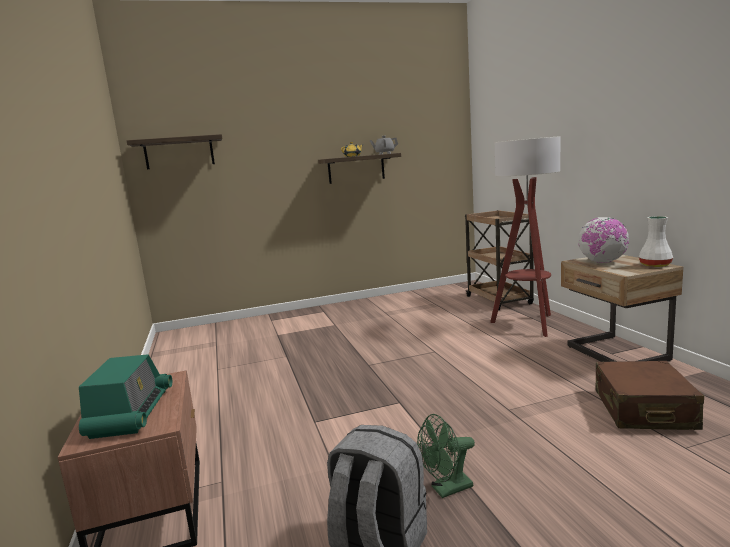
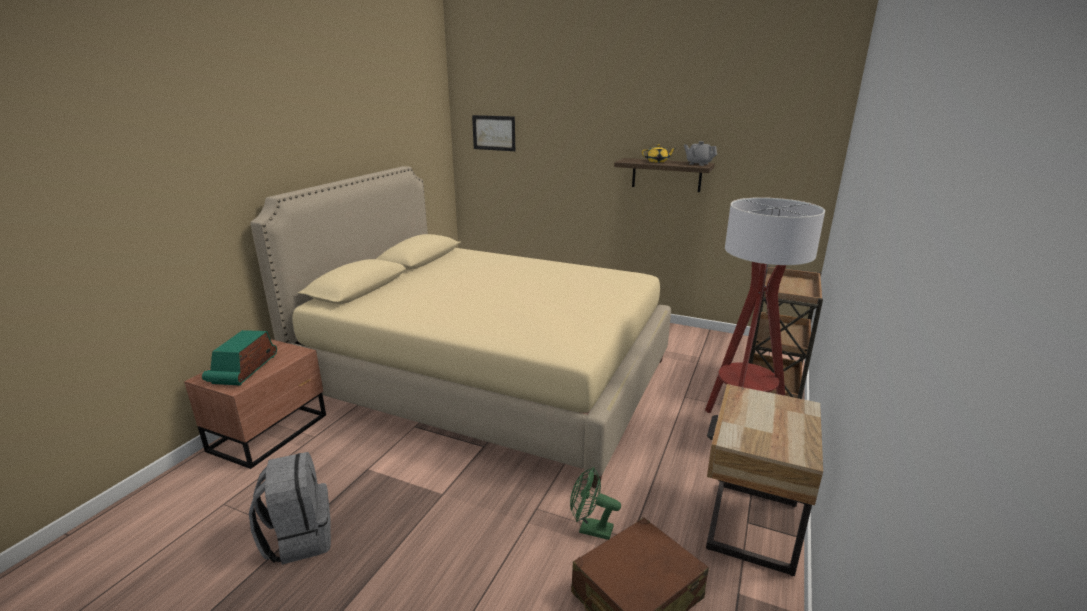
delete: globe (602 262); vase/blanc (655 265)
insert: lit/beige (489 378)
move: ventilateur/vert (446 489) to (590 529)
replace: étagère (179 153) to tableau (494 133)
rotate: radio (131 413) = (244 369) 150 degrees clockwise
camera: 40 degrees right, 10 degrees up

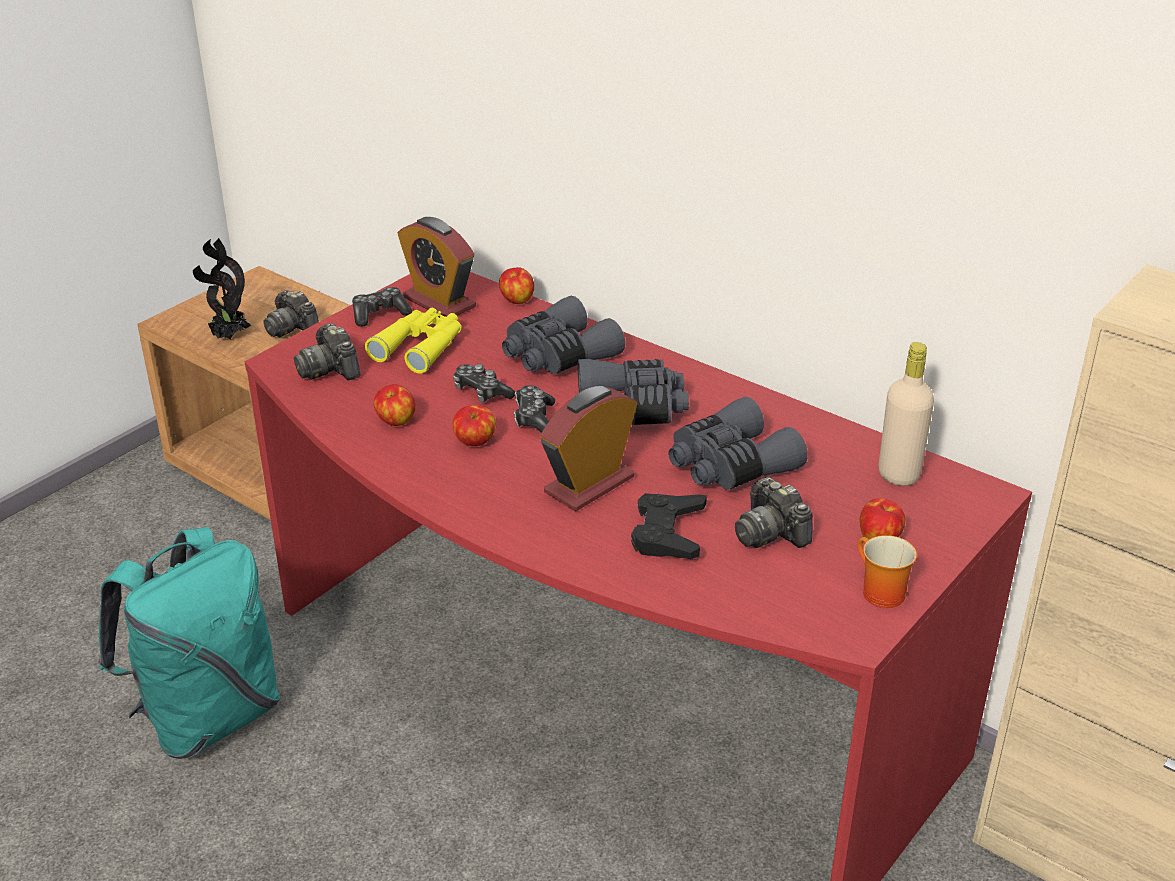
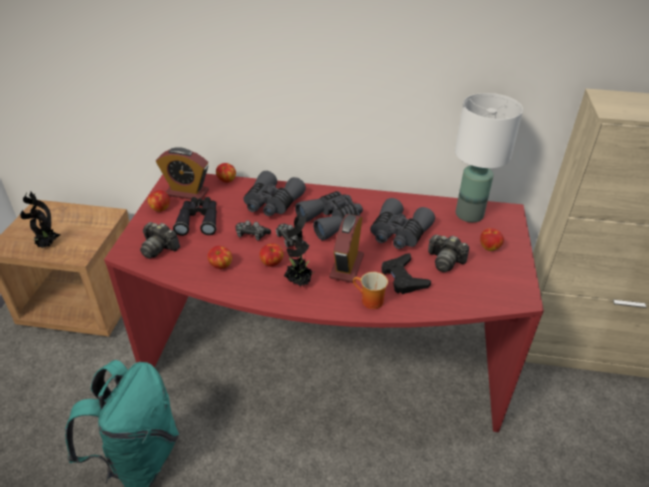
delete: appareil photo (292 328)
insert: plante en pot (299 282)
move: mug (877 592) to (369 301)
replace: manette (379 314) to pomme (160 208); bouteille/beige (898 474) to lampe de table/blanc (469 214)
recolor: jumelles/jaune (421 347) to jumelles/noir (198 220)
camera: 30 degrees left, 5 degrees up

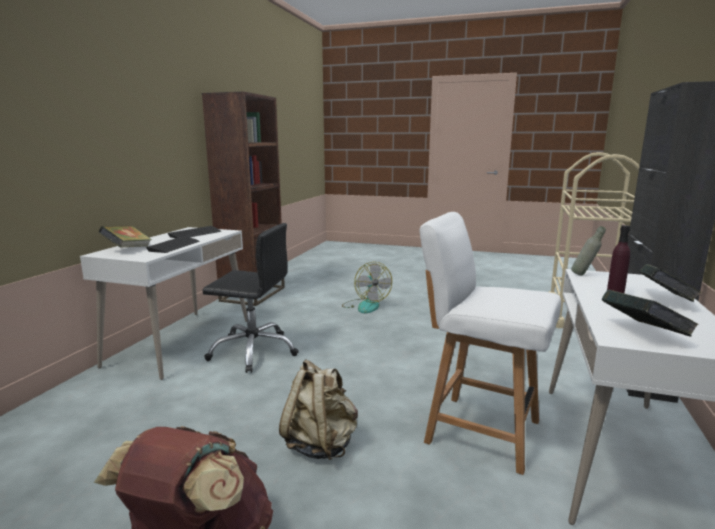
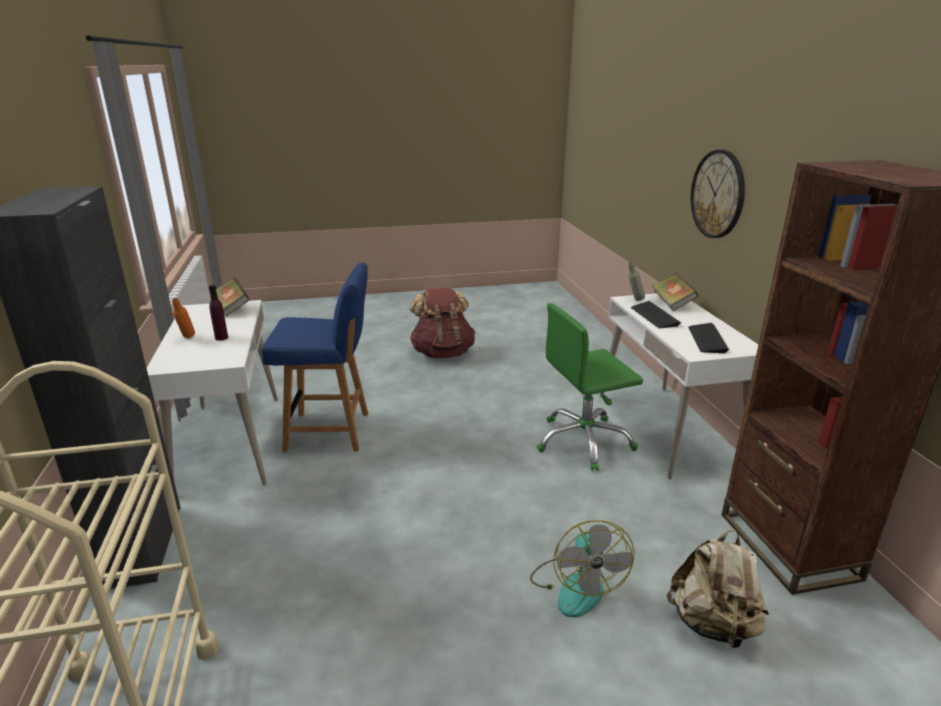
insert: horloge murale (718 194)
move: bouteille/gris (584 275) to (634 300); sac à dos/beige (320 444) to (713 625)
replace: livre (665 300) to bouteille/orange (187 338)
recolor: chaise/blanc (479 430) to chaise/bleu (330 432); chaise de bureau/noir (253 351) to chaise de bureau/vert (584 442)
rotate: ventilateur (365 305) = (576 586) 135 degrees counterclockwise
camera: 150 degrees right, 10 degrees up

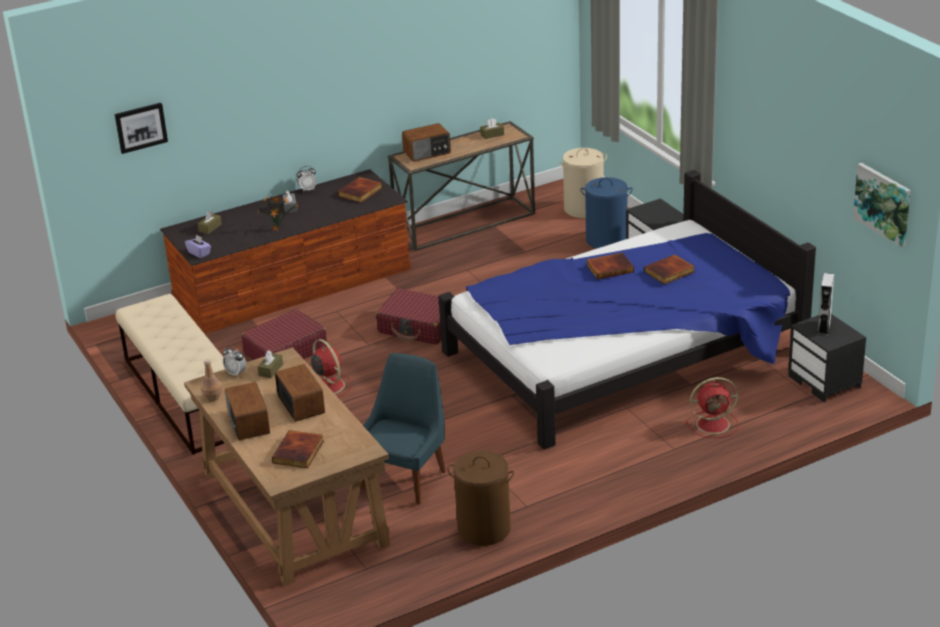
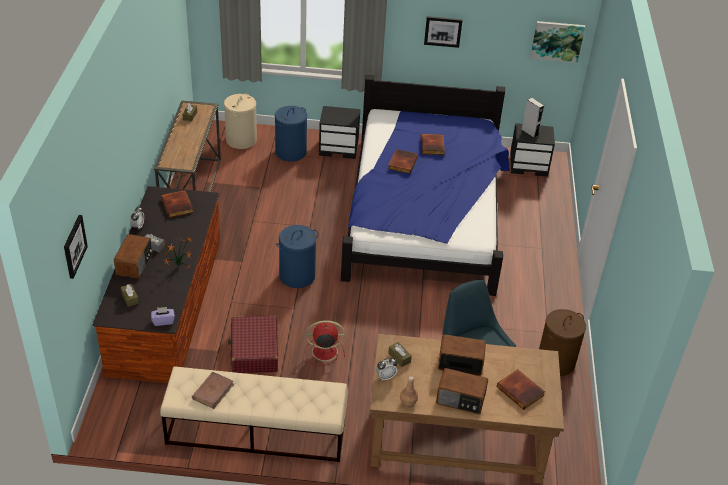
delete: ventilateur/rouge (714 424)
insert: livre/marron (213 391); tableau (443 31)
move: radio (427 153) to (135 264)
replace: valise/rouge (418 326) to panier à linge/bleu (297 276)
camera: 60 degrees left, 10 degrees up

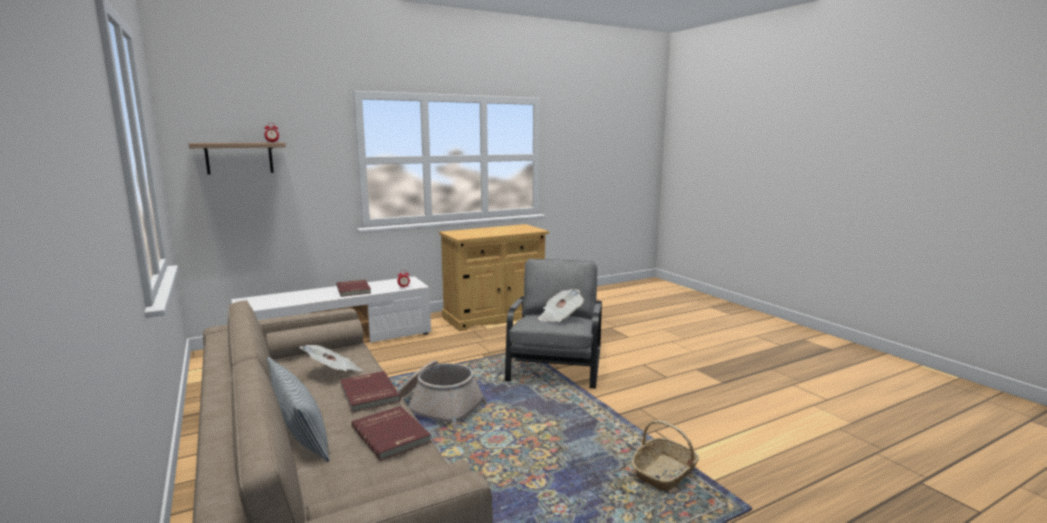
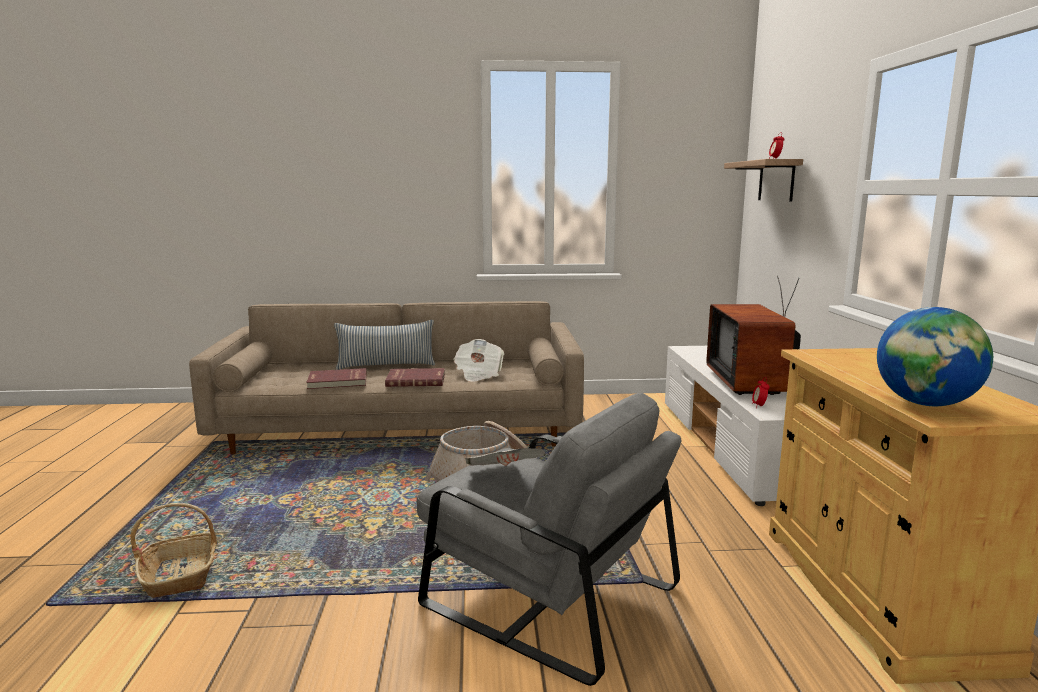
insert: globe (926 404)
replace: livre/rouge (354 289) to téléviseur (752 383)
camera: 115 degrees right, 0 degrees up

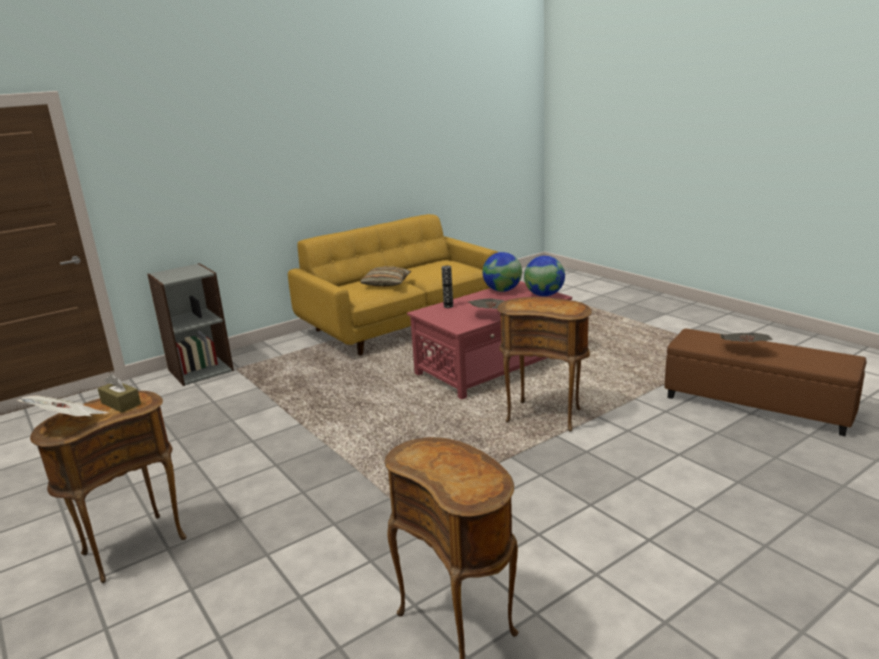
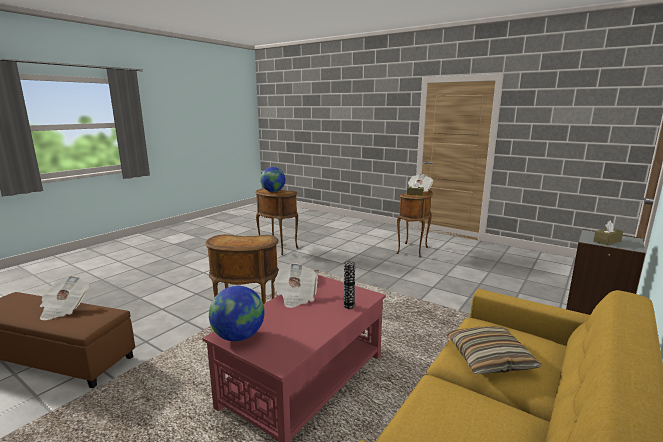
insert: boîte à mouchoirs/marron (607 241)
move: globe (502 290) to (273 191)
camera: 160 degrees right, 5 degrees down

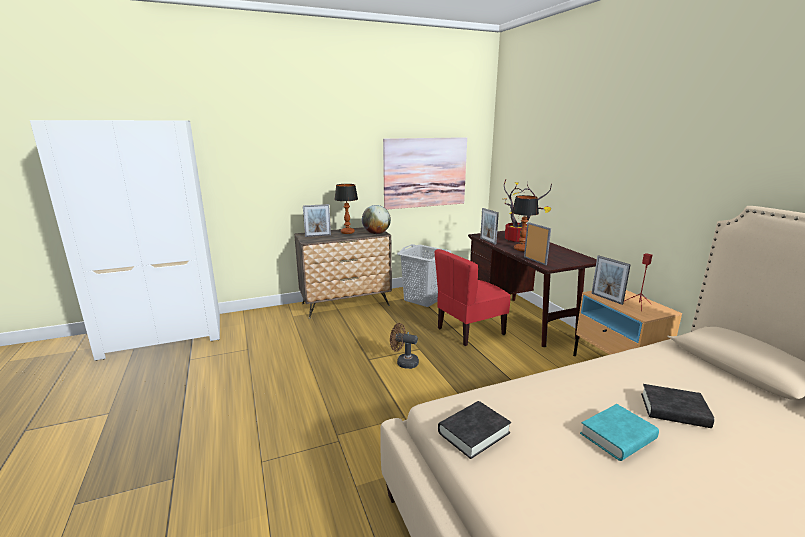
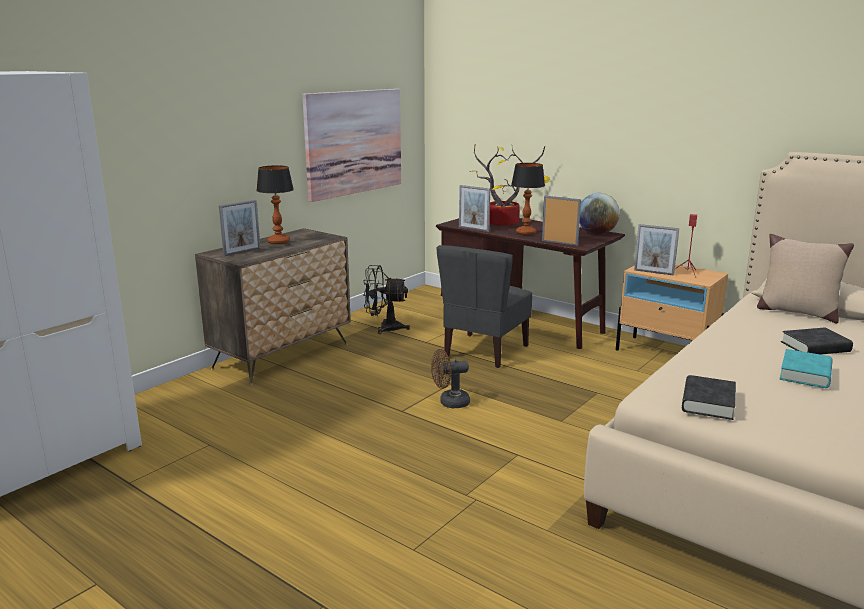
insert: coussin/beige (796 312)
move: globe (376 233) to (596 233)
replace: panier à linge/gris (423 299) to ventilateur/noir (384 328)
recolor: chaise/rouge (469 331) to chaise/gris (484 351)
camera: 30 degrees left, 0 degrees up

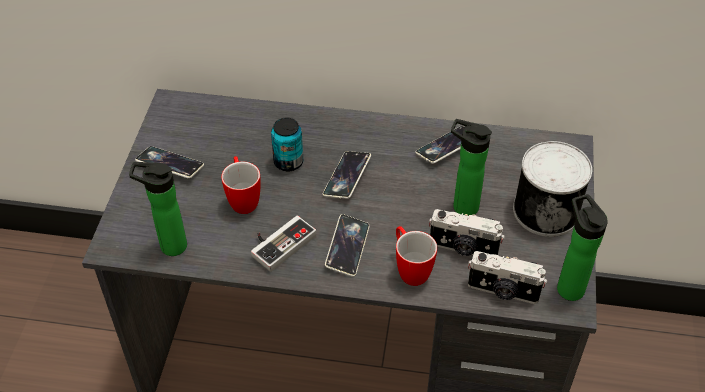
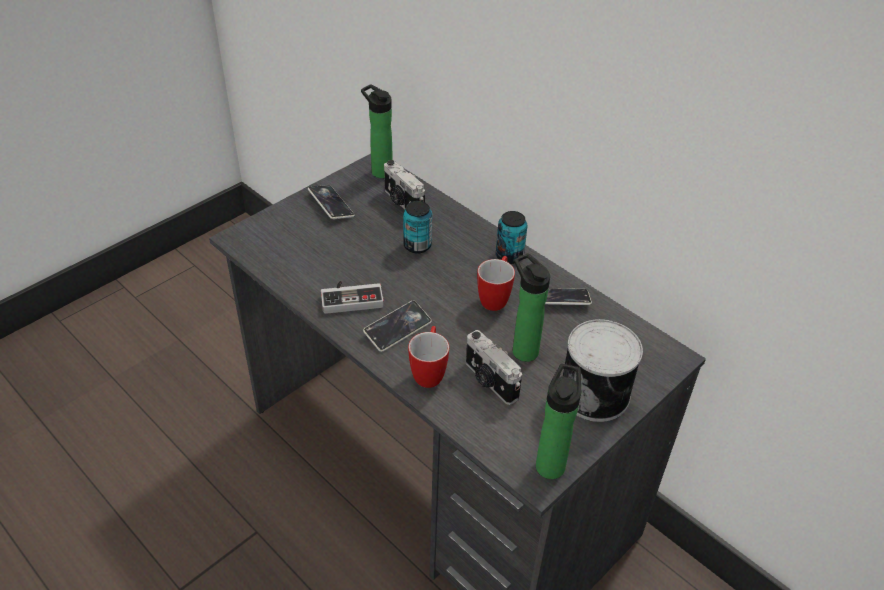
delete: téléphone (347 177)
insert: boîte métallique (509 256)
move: bouteille (169 245) to (379 171); appareil photo (503 291) to (402 203); mug (243 199) to (495 298)
camera: 35 degrees right, 5 degrees down

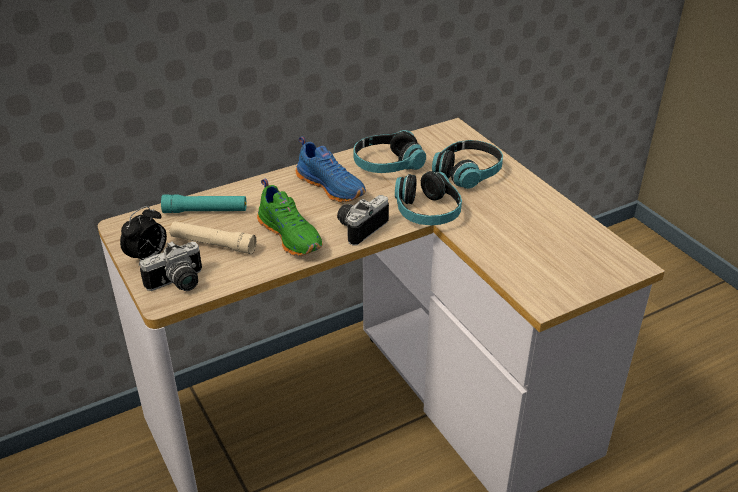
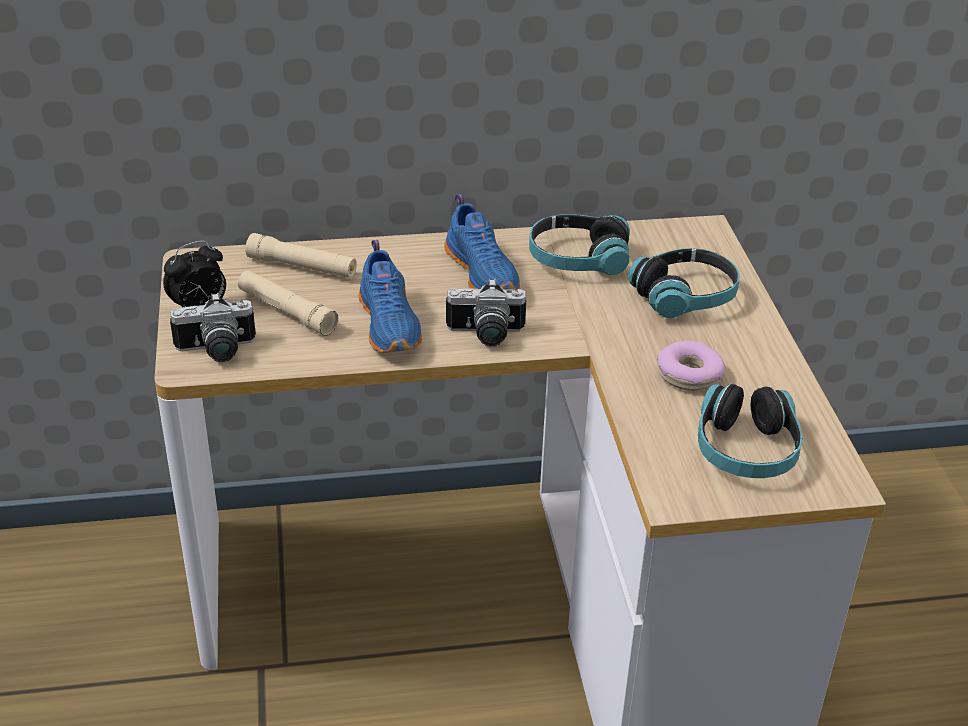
insert: beignet (689 375)
move: casque audio (427 211) to (745 450)
recolor: lampe de poche/turquoise (205 211) to lampe de poche/beige (302 267); chaussure/vert (291 235) to chaussure/bleu (390 324)
rotate: appareil photo (359 227) = (485 335) 150 degrees counterclockwise
camera: 20 degrees right, 0 degrees up

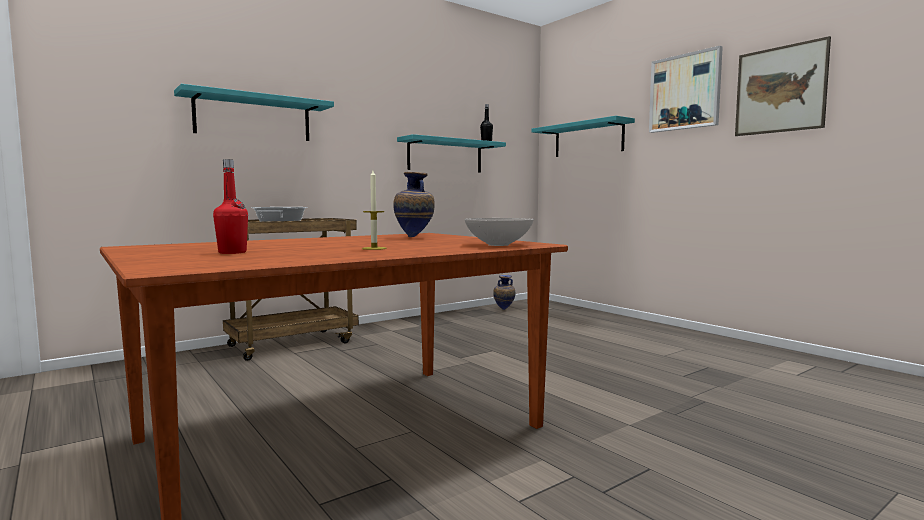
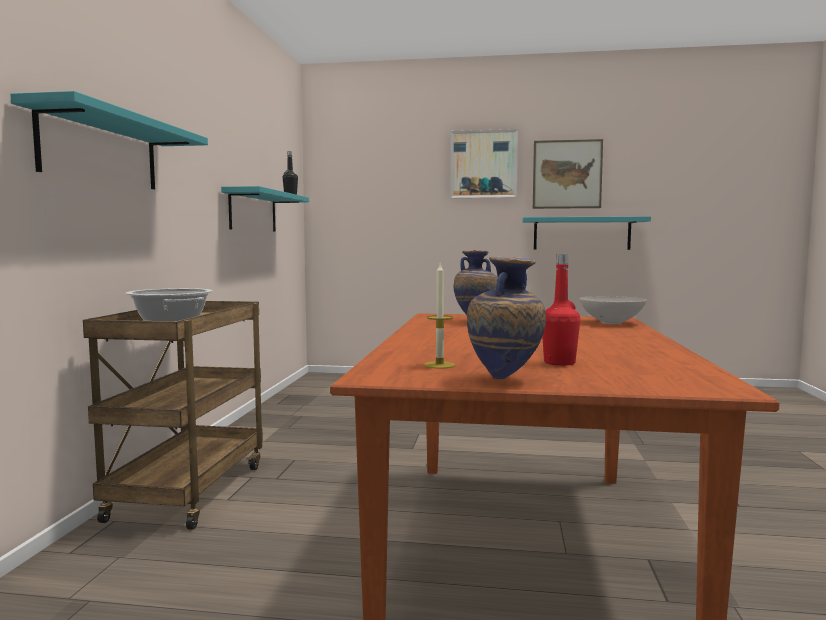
move: bougie (374 248) to (439 365); vase (504 310) to (505 380); étagère/turquoise (588 139) to (581 233)
camera: 45 degrees left, 0 degrees up

